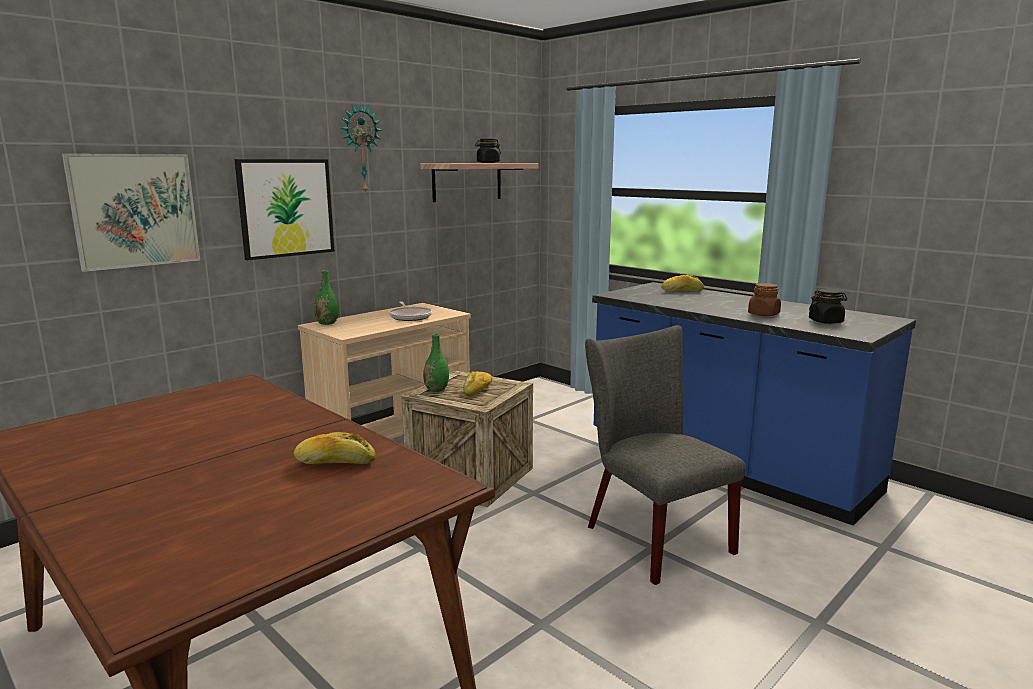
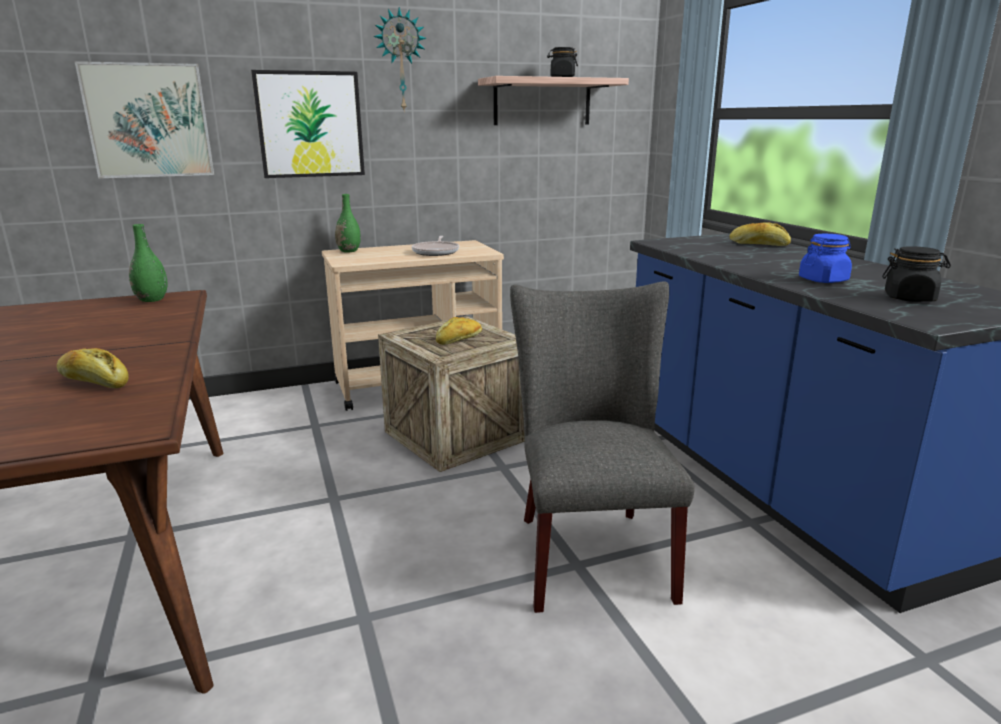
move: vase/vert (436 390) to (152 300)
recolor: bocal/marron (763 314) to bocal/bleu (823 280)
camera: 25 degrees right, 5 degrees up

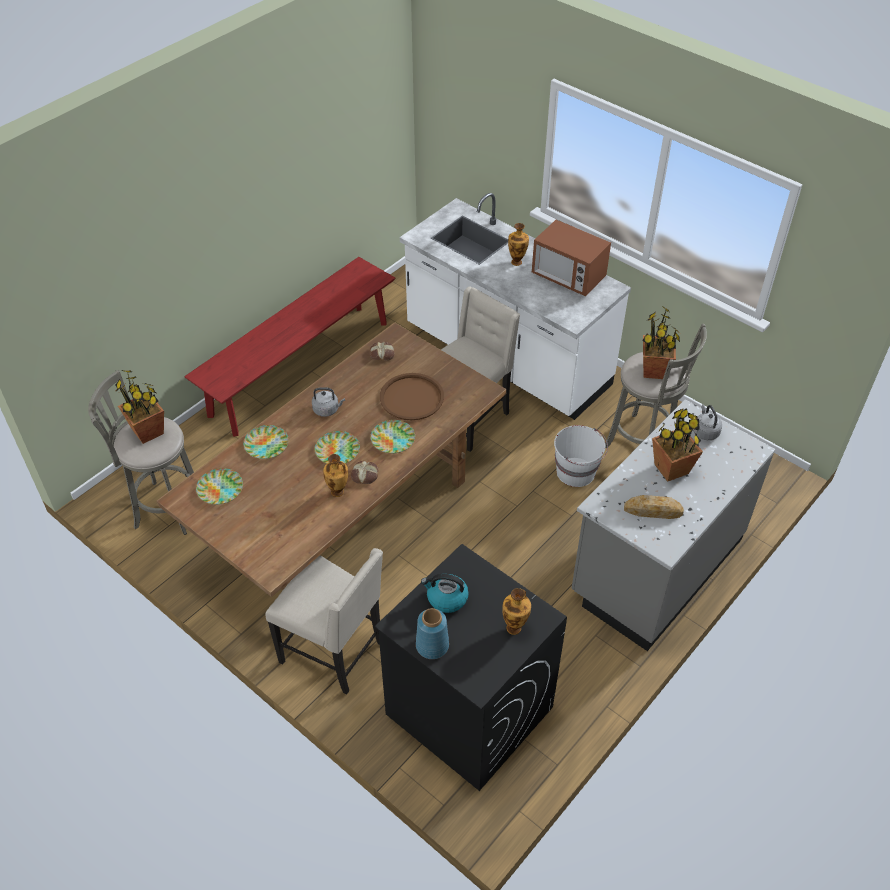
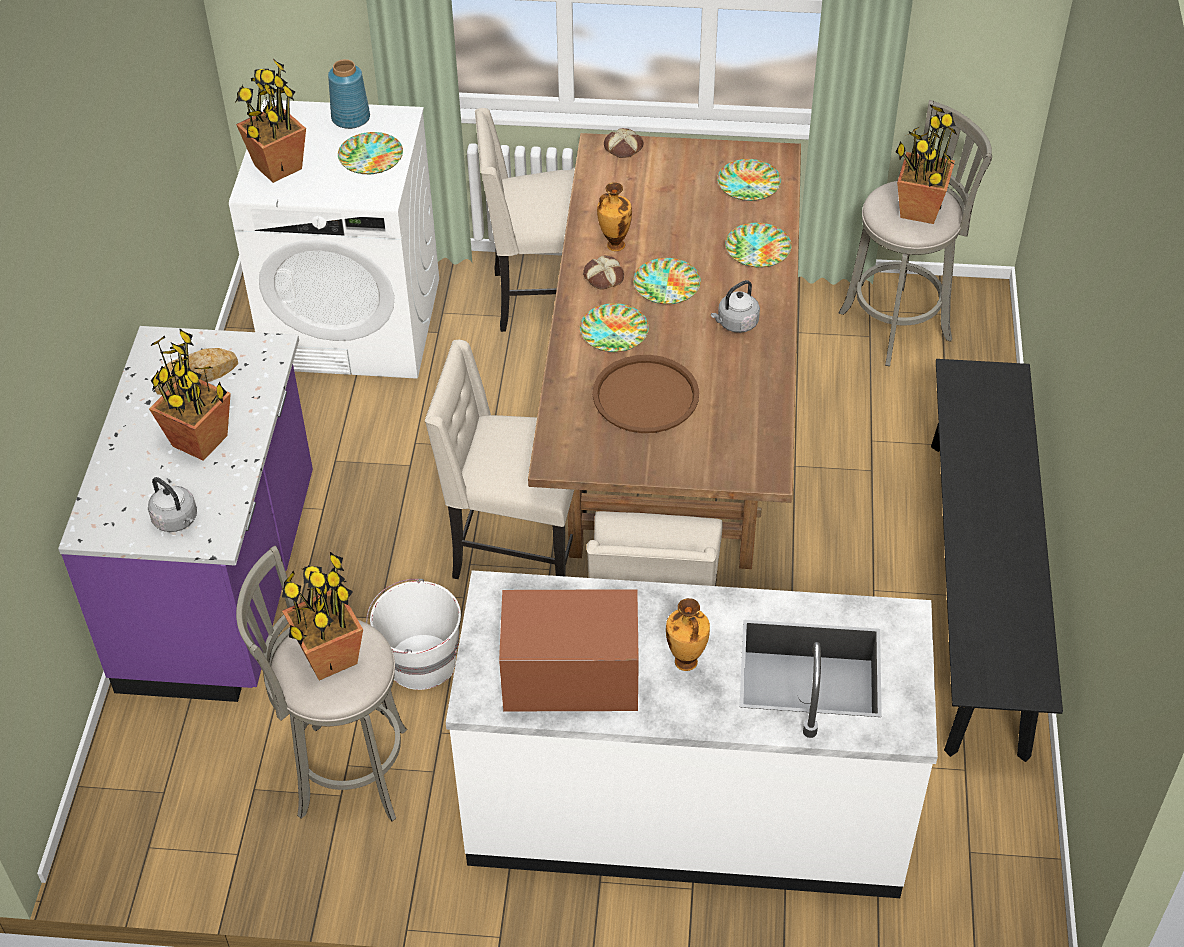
insert: chaise/beige (516 549)
move: pain (382 353) to (623 148)
replace: vase (514 627) to plante en pot (277 167); bouilloire (446 598) to assiette (370 157)
recolor: comptoir de cuisine/gris (655 566) to comptoir de cuisine/violet (223 585); lave-linge/noir (468 710) to lave-linge/blanc (354 323); banc/rouge (300 368) to banc/noir (977 591)
camera: 145 degrees right, 0 degrees up

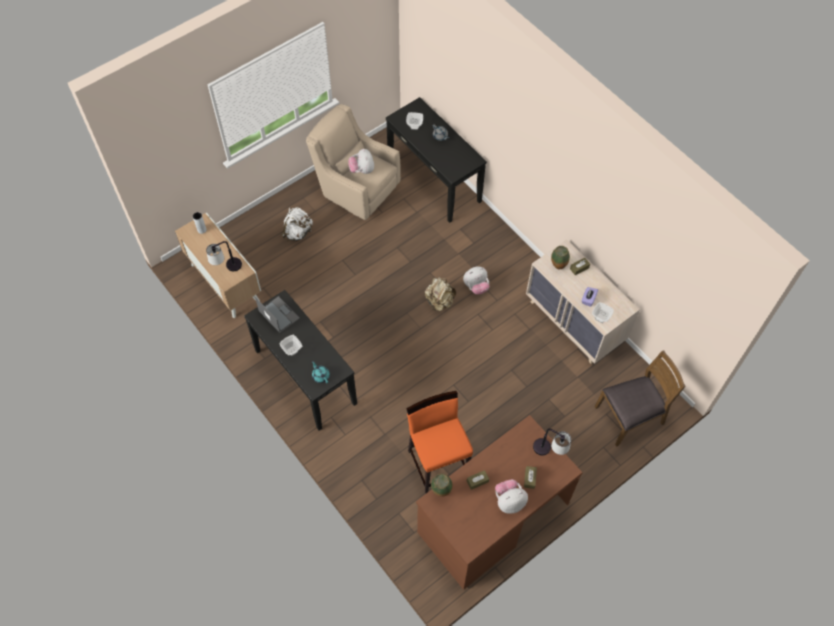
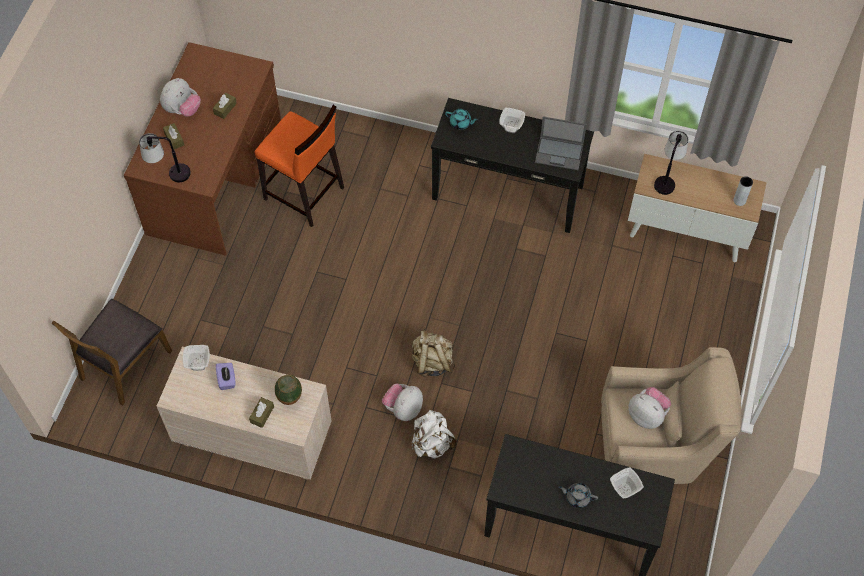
delete: vase (441 492)
move: sac à dos/blanc (297 233) to (432 443)
camera: 145 degrees right, 0 degrees up

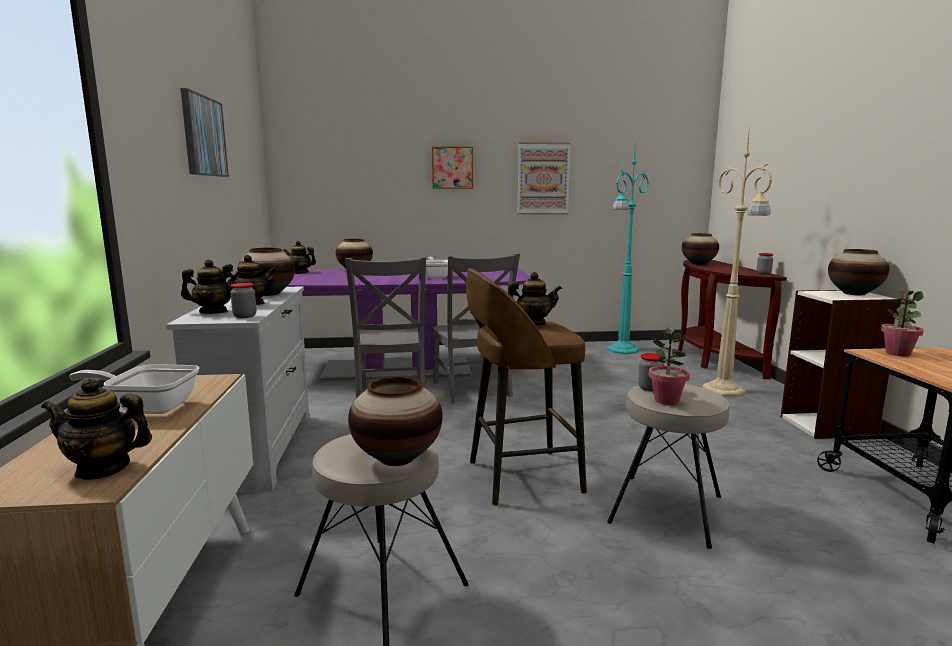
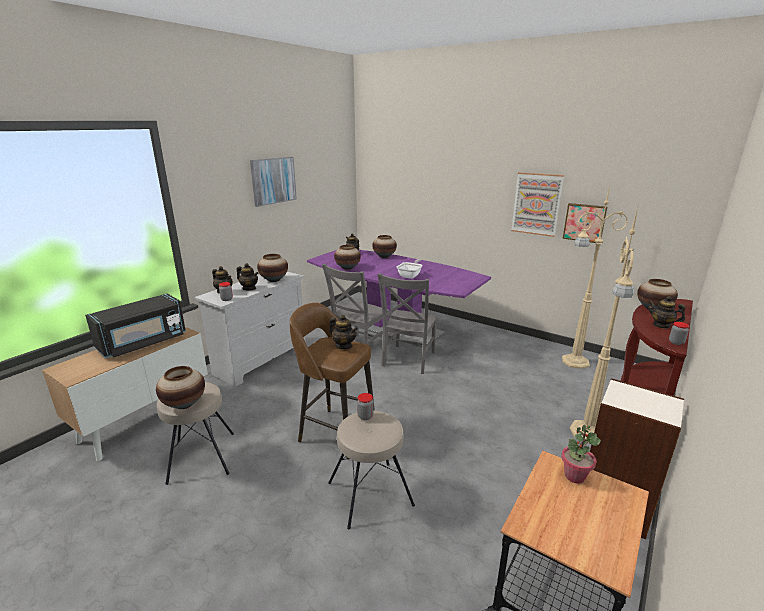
delete: plante en pot (666 401)
move: vase (854 293) to (347 268); tableau (452 167) to (584 222); théière (103 468) to (661 325)
replace: poêle (149 408) to micro-ondes/noir (143 343)
recolor: lampadaire/turquoise (621 350) to lampadaire/beige (573 361)
camera: 40 degrees right, 10 degrees up

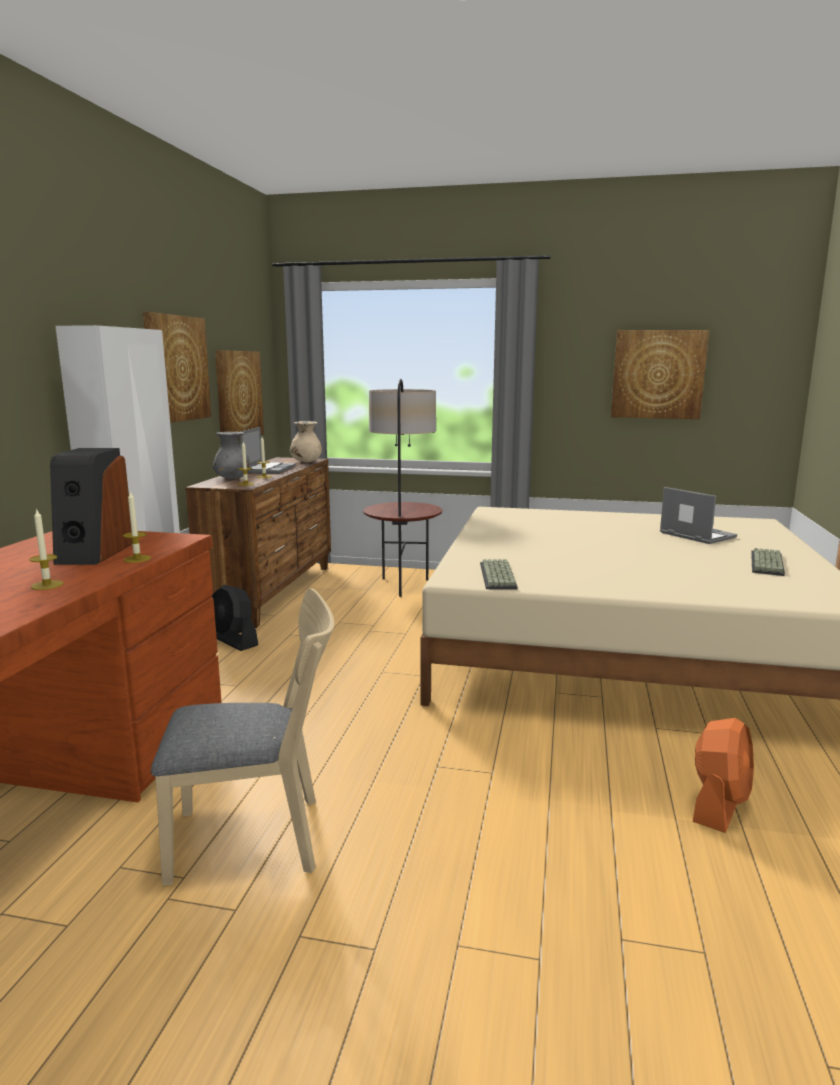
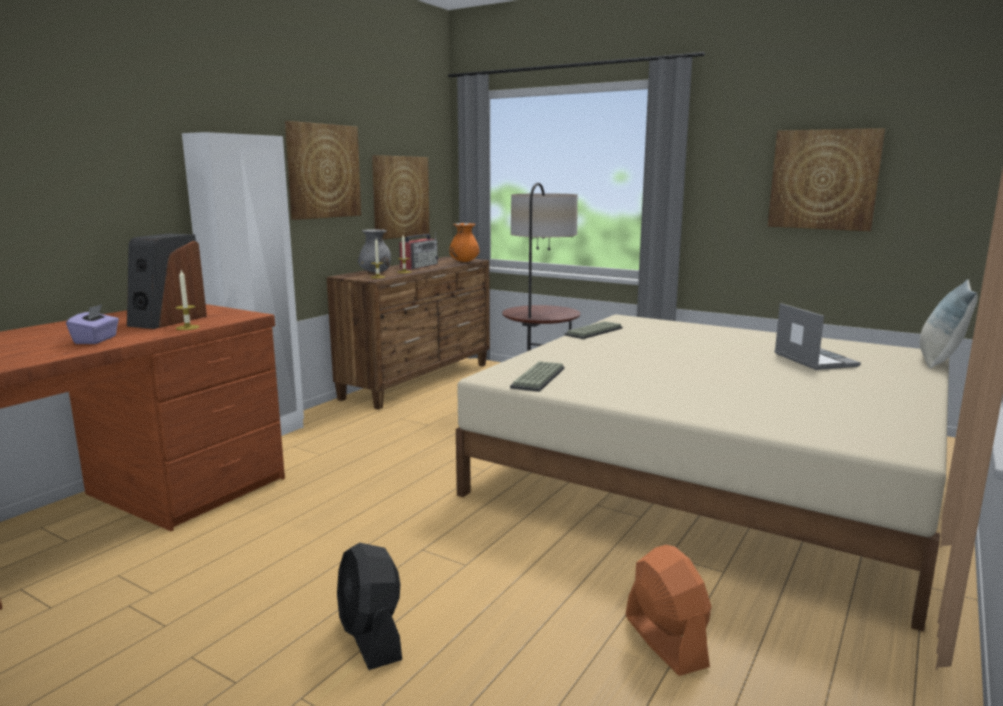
delete: chaise/beige (259 838)
insert: coussin (939 361)
move: ventilateur/noir (234 641) to (371 637); clavier (768 564) to (594 332)
replace: bougie (47 585) to boîte à mouchoirs/violet (96 340); ordinateur portable (269 469) to radio (419 266)
recolor: vase/beige (306 461) to vase/orange (464 261)
rotate: ventilateur/orange (719 804) = (665 641) 75 degrees counterclockwise
camera: 20 degrees right, 0 degrees up

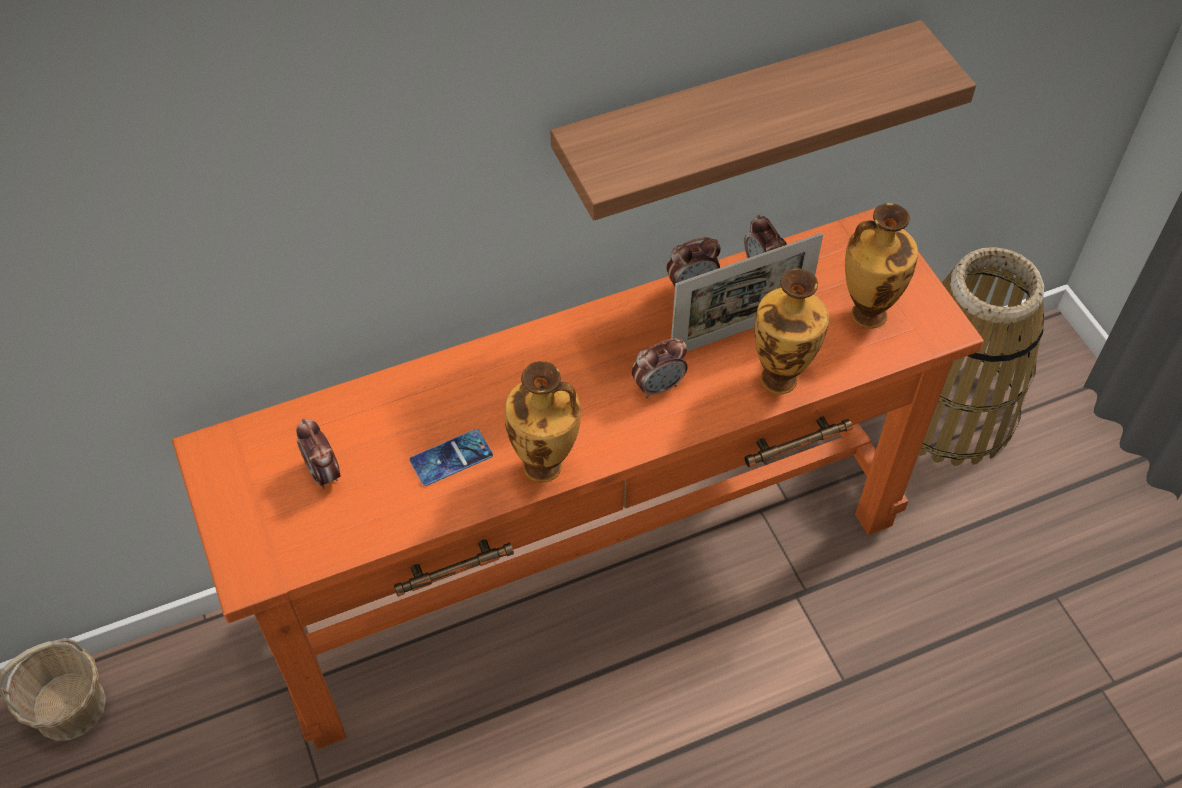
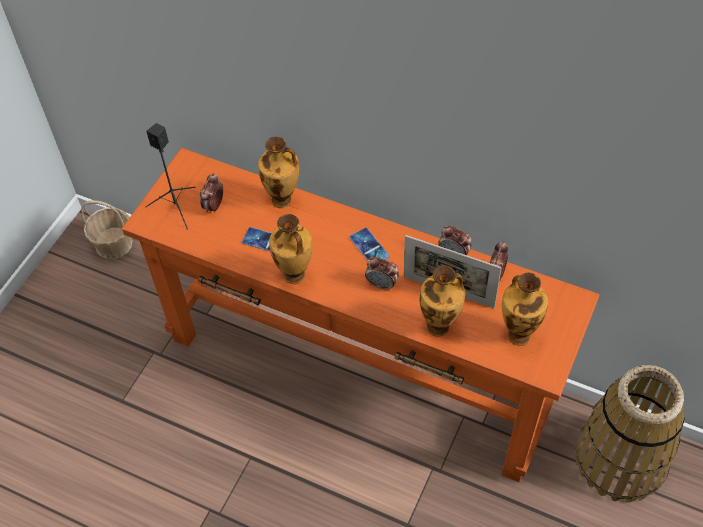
delete: étagère (736 119)
insert: enceinte/noir (176 207); vase (283 200); téléphone (369 247)
camera: 50 degrees right, 0 degrees up

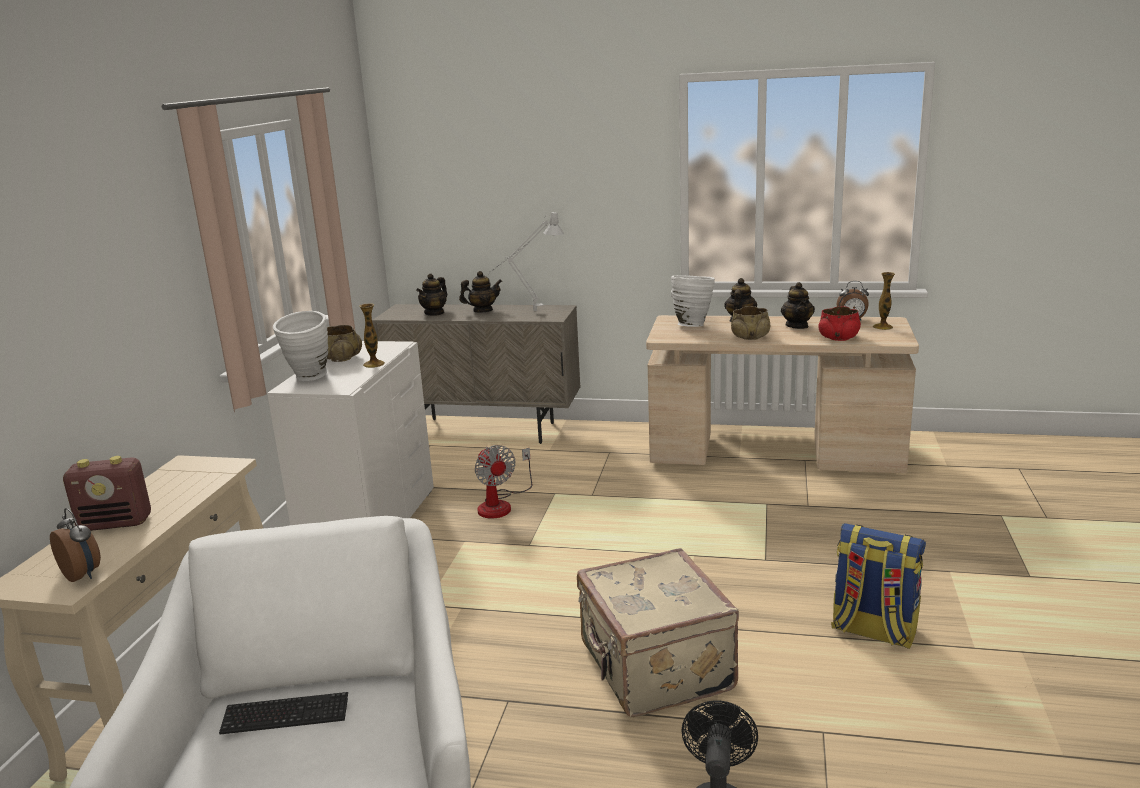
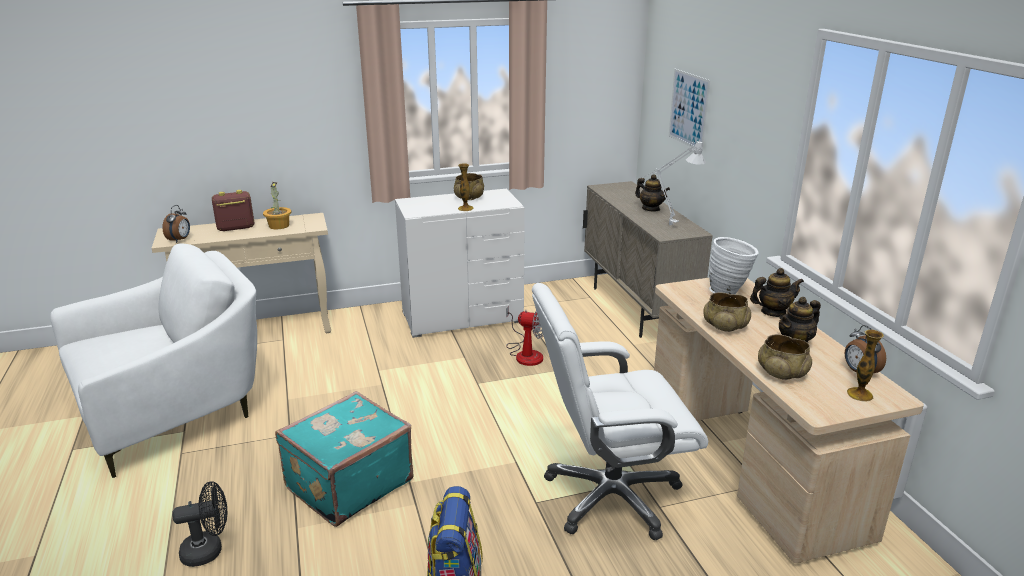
delete: clavier (285 715); vase/blanc (309 378); théière (434 313)
insert: plante en pot (279 225); chaise de bureau/blanc (610 496); tableau (688 109)
recolor: valise/beige (654 668) to valise/turquoise (347 483); bol/rouge (838 338) to bol/beige (781 373)
rotate: radio (116 523) = (235 228) 105 degrees clockwise; ventilateur (501 504) = (526 353) 105 degrees counterclockwise
camera: 60 degrees right, 5 degrees up

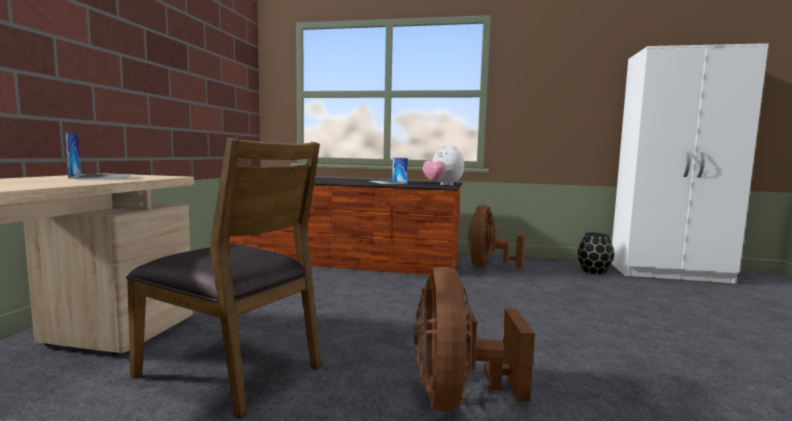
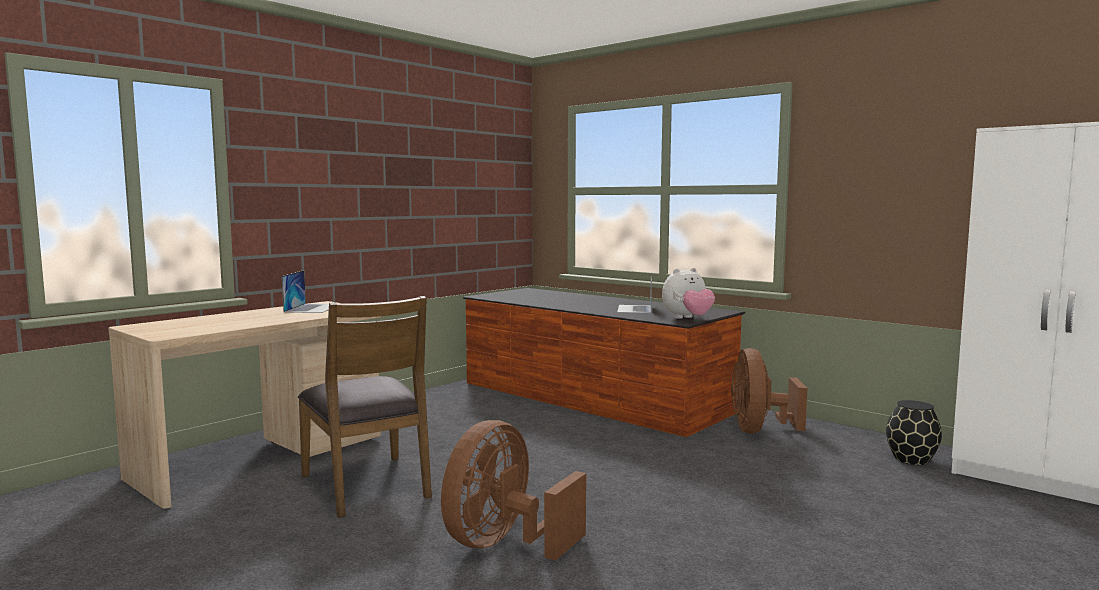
rotate: peluche (442 185) = (687 318) 105 degrees counterclockwise; ventilateur/marron (488 266) = (759 430) 45 degrees counterclockwise
camera: 30 degrees right, 0 degrees up

